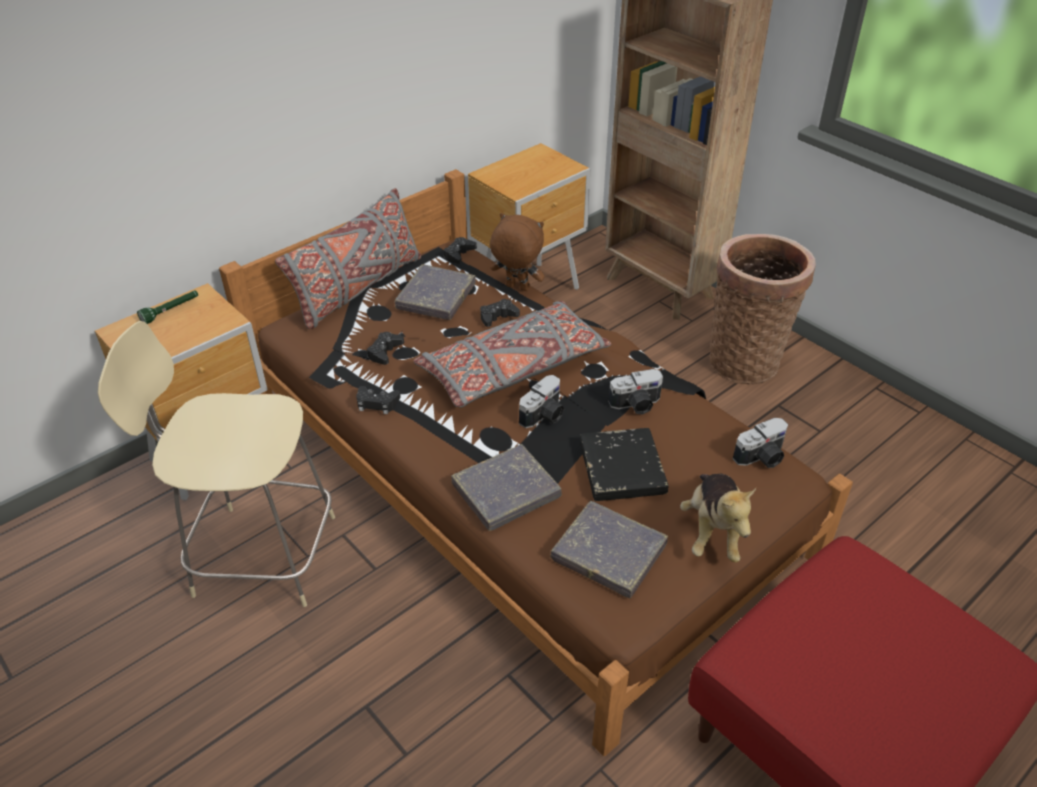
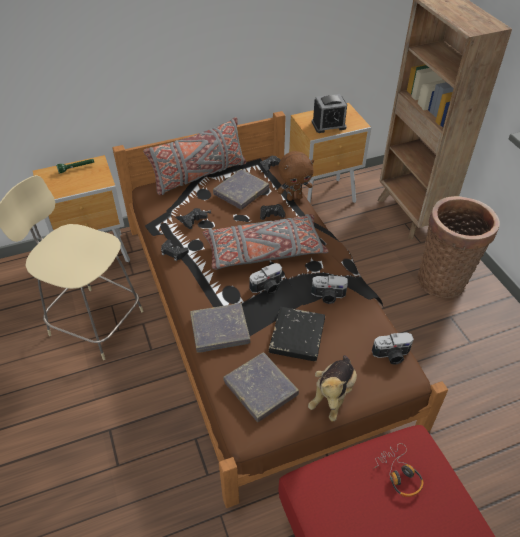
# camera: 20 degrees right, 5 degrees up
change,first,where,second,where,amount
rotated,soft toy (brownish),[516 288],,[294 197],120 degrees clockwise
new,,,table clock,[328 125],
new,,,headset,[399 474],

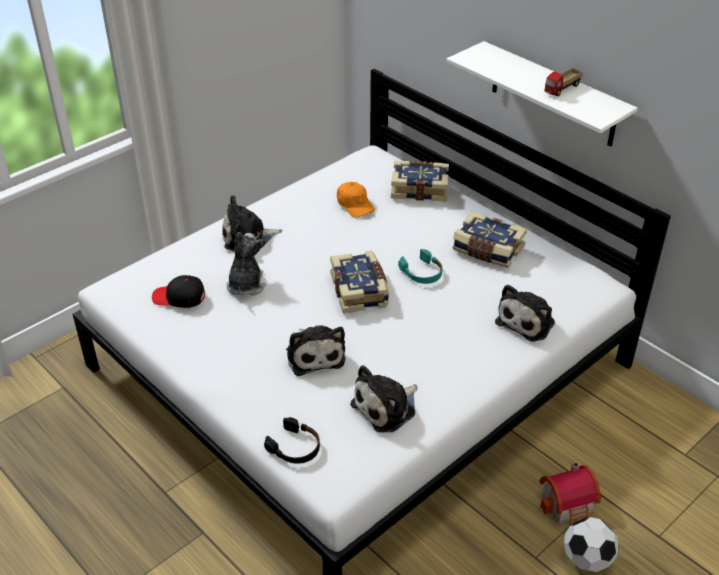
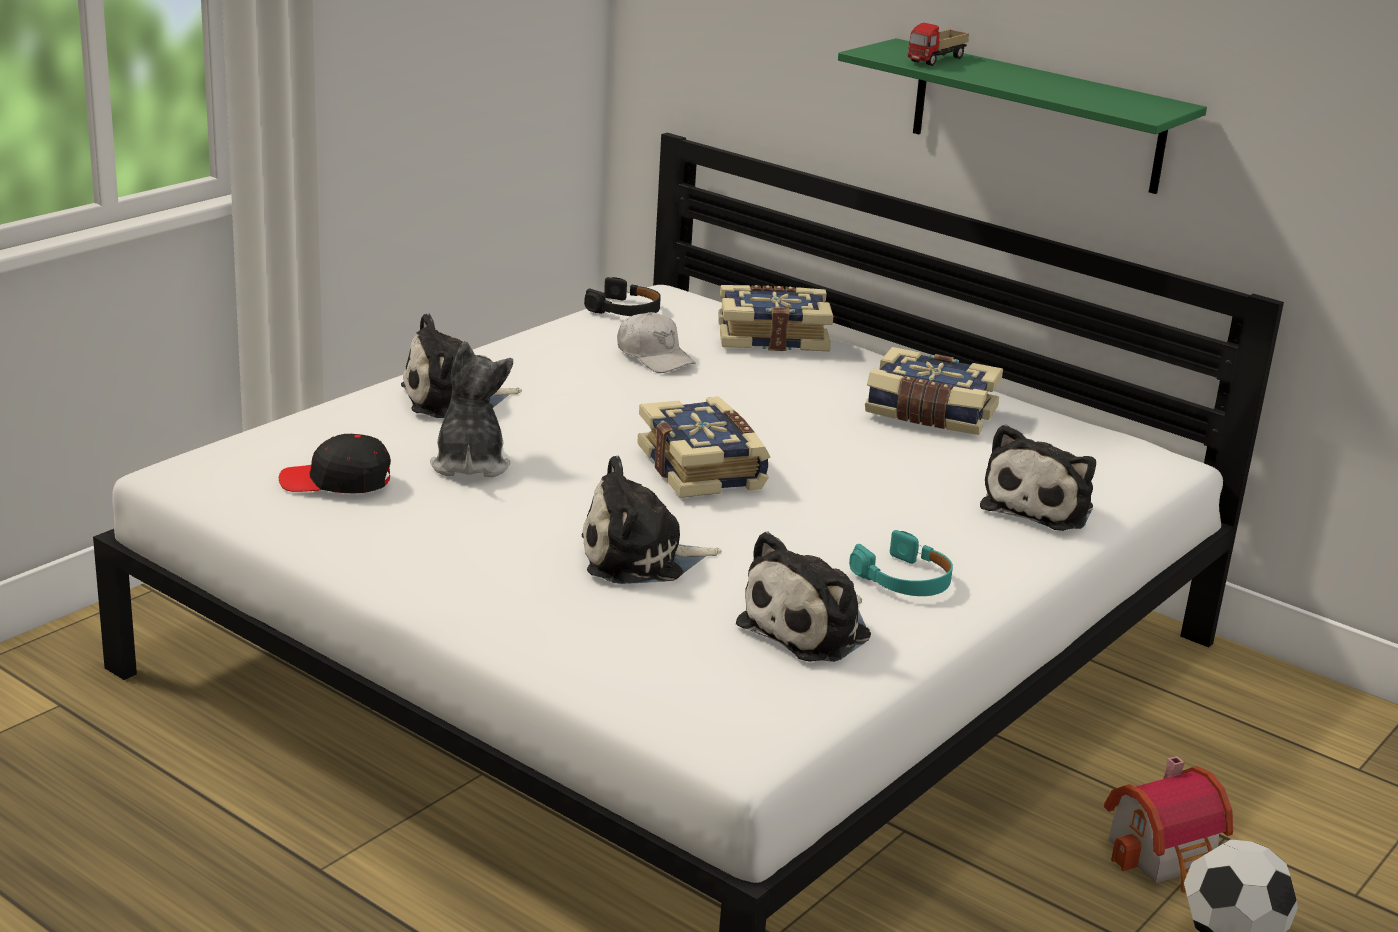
# camera: 10 degrees left, 15 degrees down
change,first,where,second,where,amount
rotated,soft toy,[314 355],,[640 558],105 degrees clockwise
shifted,headset (black),[295 447],,[625 310],
repainted,cap (orange-coloured),[355 205],cap (white-coloured),[654 357],
repainted,wall shelf (white-coloured),[553 95],wall shelf (greenish),[1037 116],
shifted,headset (turquoise),[422 273],,[904 579],
shifted,toy truck,[562 89],,[936 60],

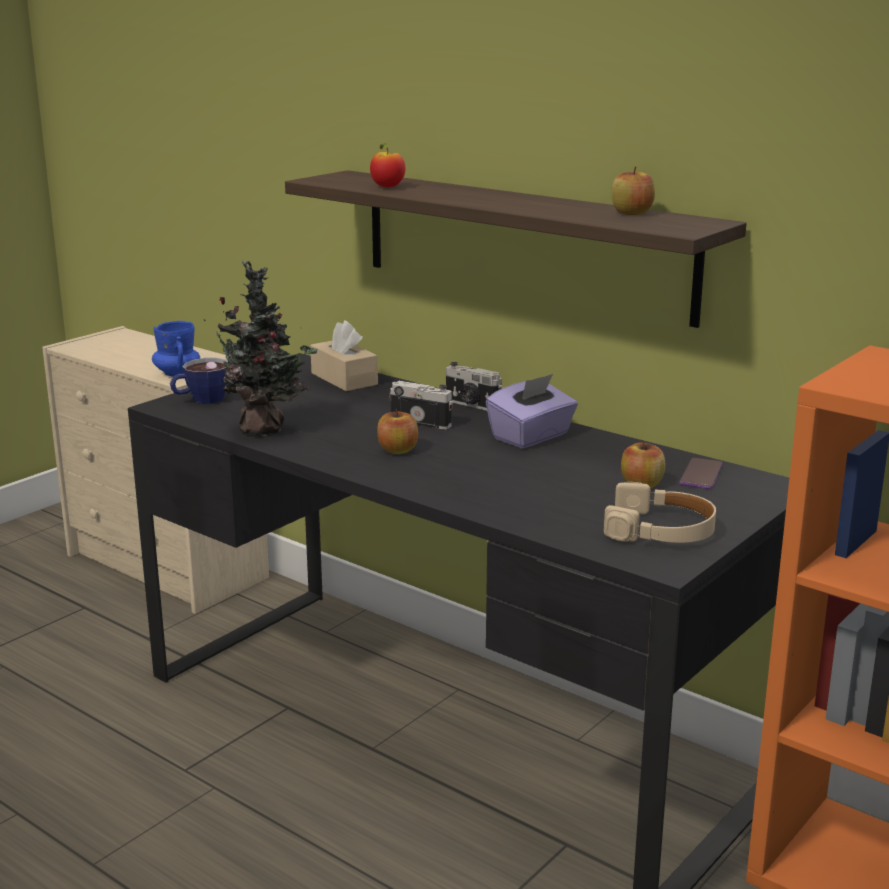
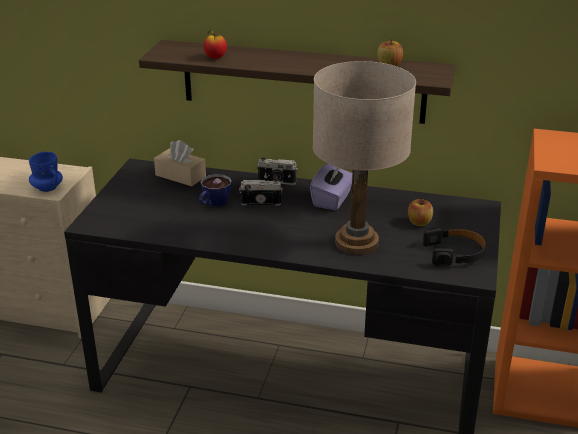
# camera: 25 degrees left, 10 degrees up
change,first,where,second,where,amount
shifted,cup,[201 400],,[213 204],
new,,,table lamp (beige-coloured),[356 242],
repainted,headset (beige-coloured),[660 530],headset (black),[455 253],
gone,plant in a pot,[266 430],,,
gone,apple fruit,[398 450],,,
gone,telephone,[701 475],,,

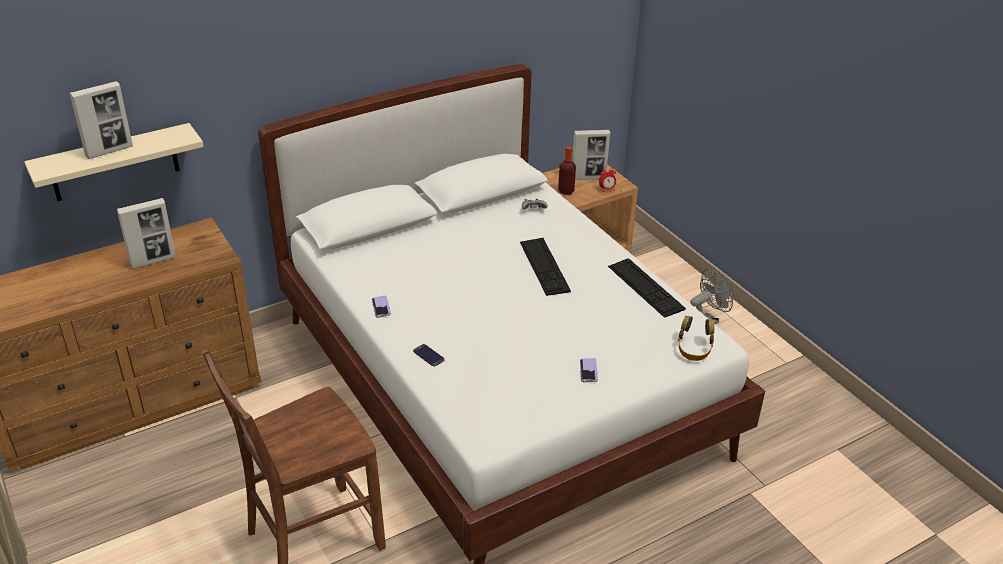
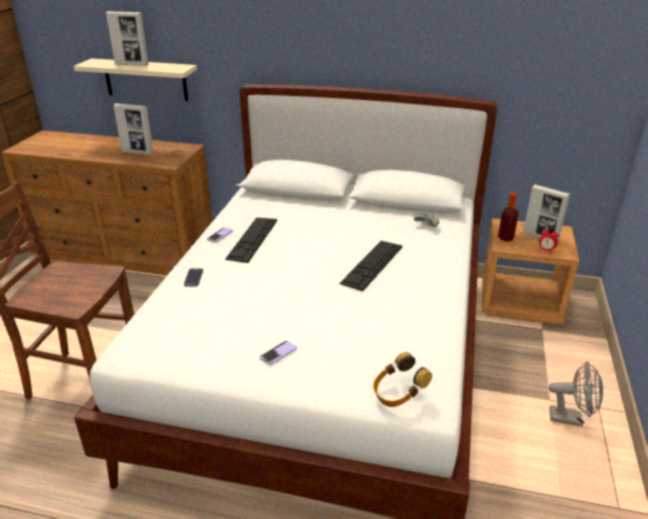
# camera: 45 degrees right, 5 degrees down
change,first,where,second,where,amount
shifted,computer keyboard,[645 287],,[252 239],

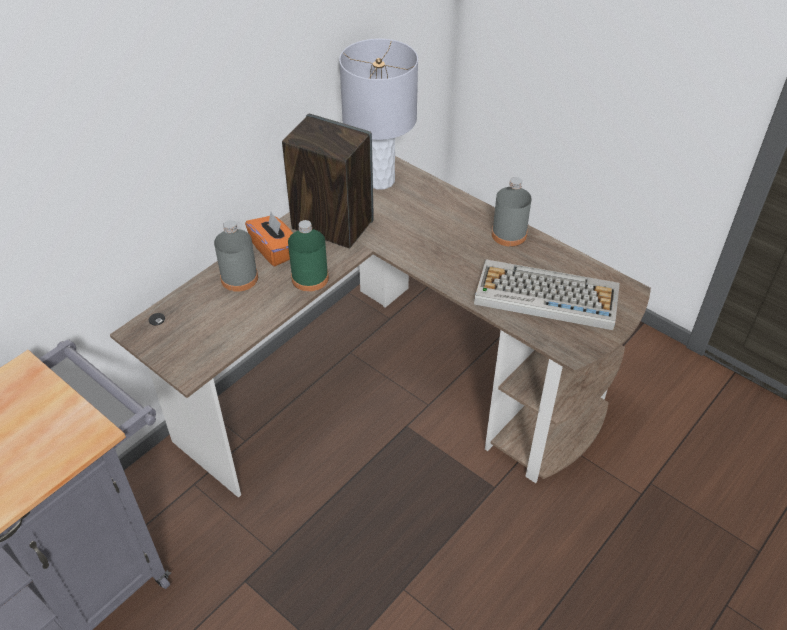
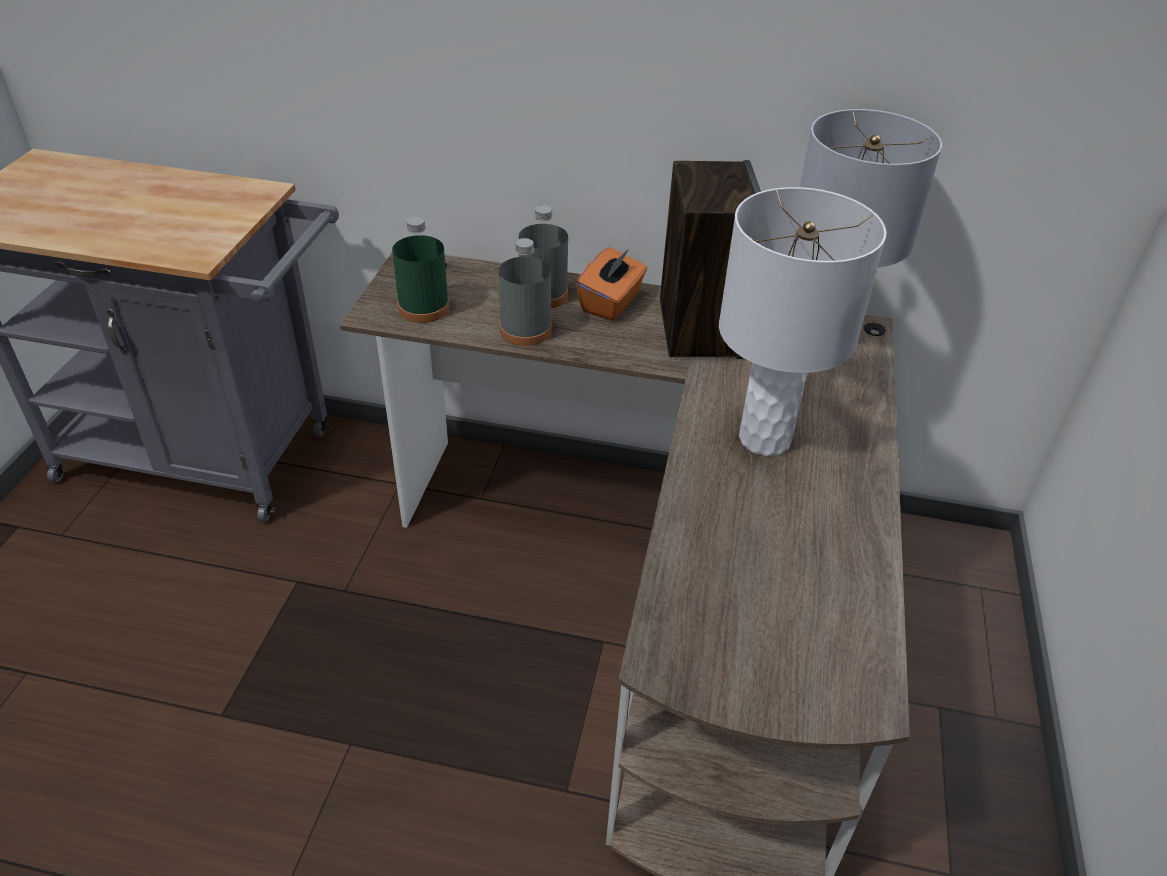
# camera: 60 degrees right, 5 degrees down
change,first,where,second,where,amount
shifted,drink bottle (greenish),[310 278],,[423 308],
shifted,drink bottle (greyish),[509 234],,[525 330],
new,,,table lamp (white-coloured),[764 439],
gone,computer keyboard,[545 296],,,

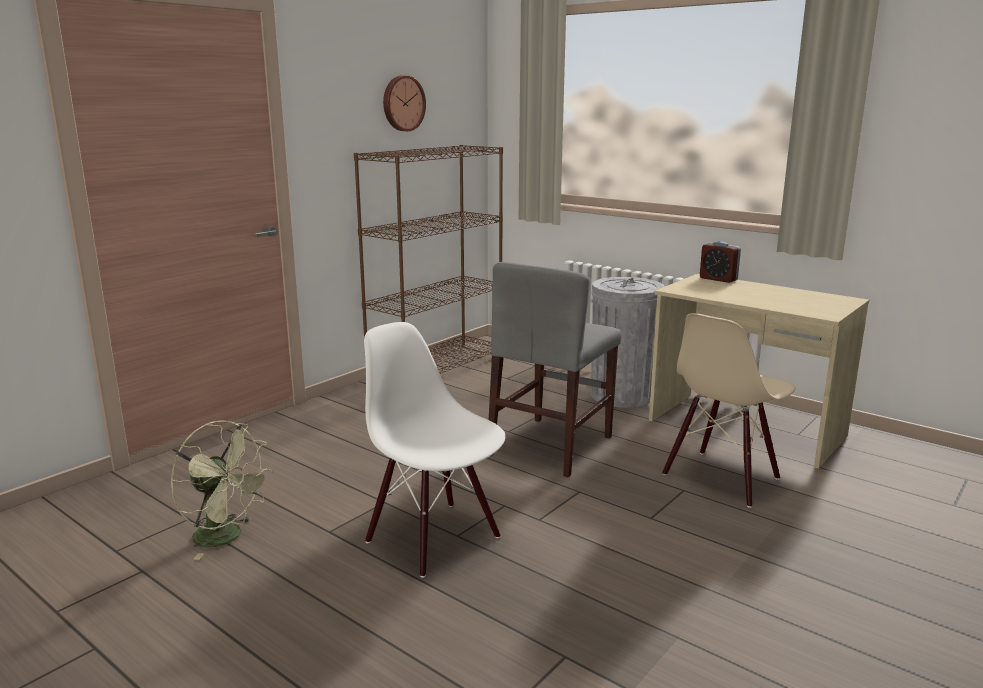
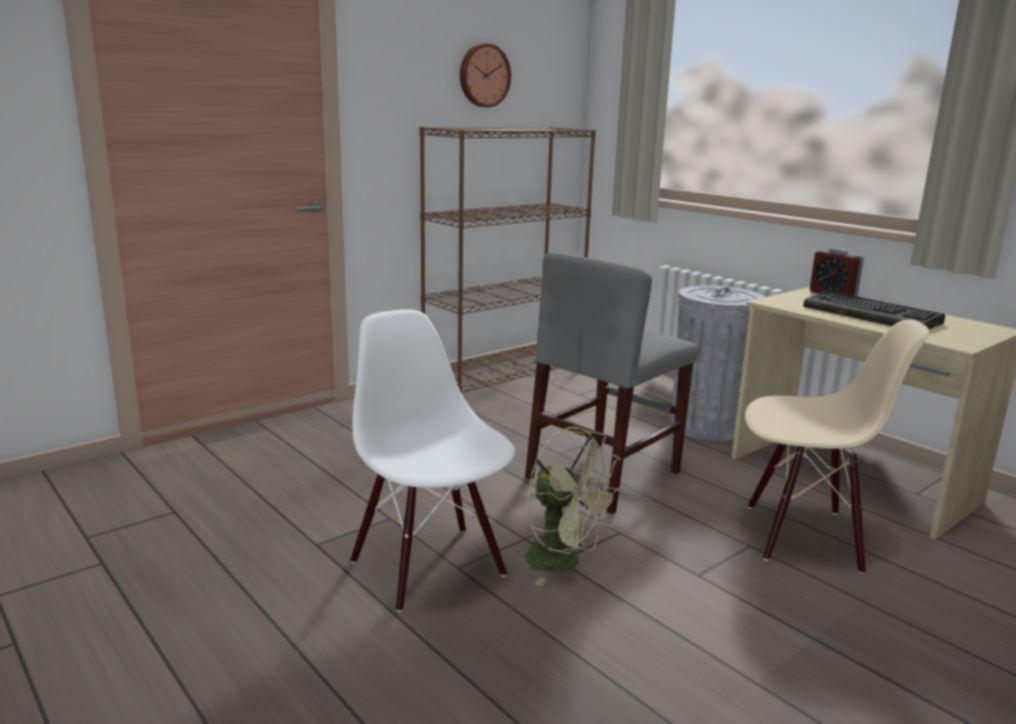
# camera: 10 degrees right, 0 degrees up
change,first,where,second,where,amount
shifted,fan (greenish),[226 538],,[564 563],
rotated,plain chair (beige-coloured),[721 477],,[803 536],135 degrees counterclockwise
new,,,computer keyboard,[872 315],

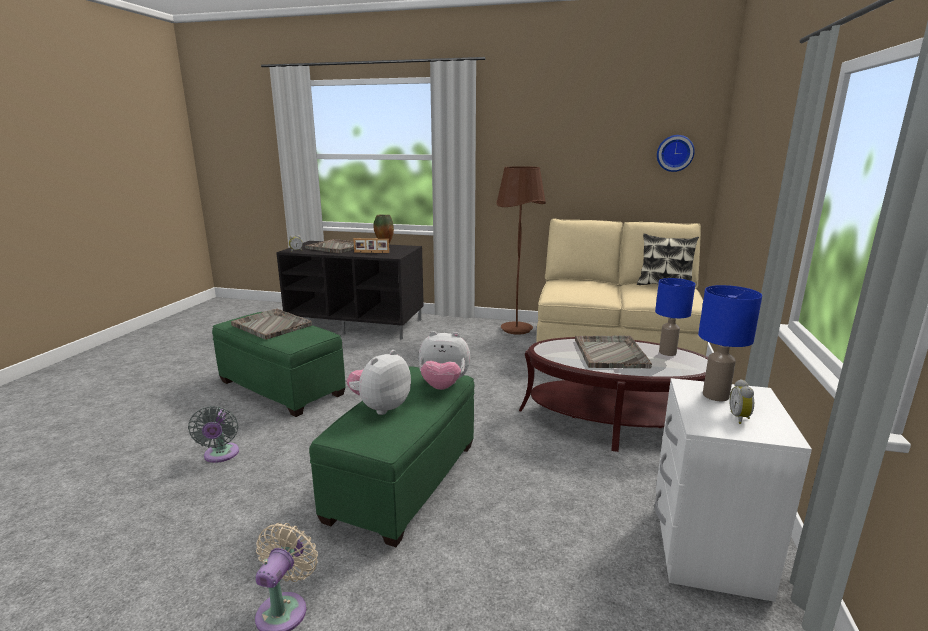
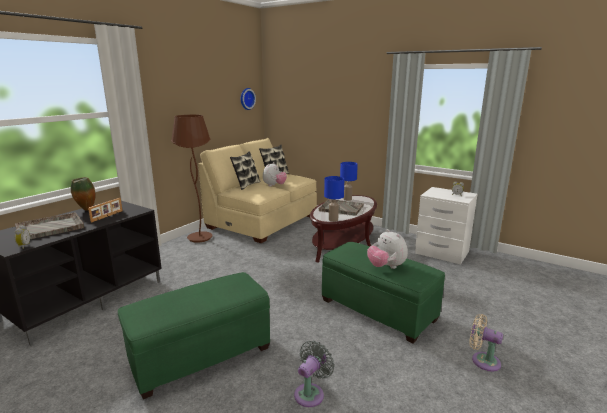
# camera: 70 degrees left, 0 degrees up
change,first,where,second,where,amount
new,,,pillow,[246 185],
shifted,soft toy,[443 386],,[274 185],
rotated,fan (greyish),[221 455],,[311 393],60 degrees counterclockwise
shifted,table lamp (blue-coloured),[714 395],,[333 220],
gone,serving tray (greyish),[271 325],,,

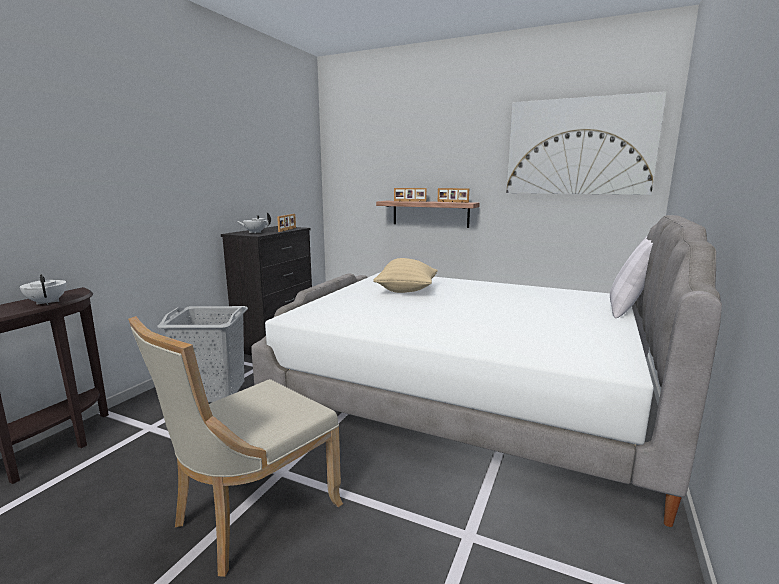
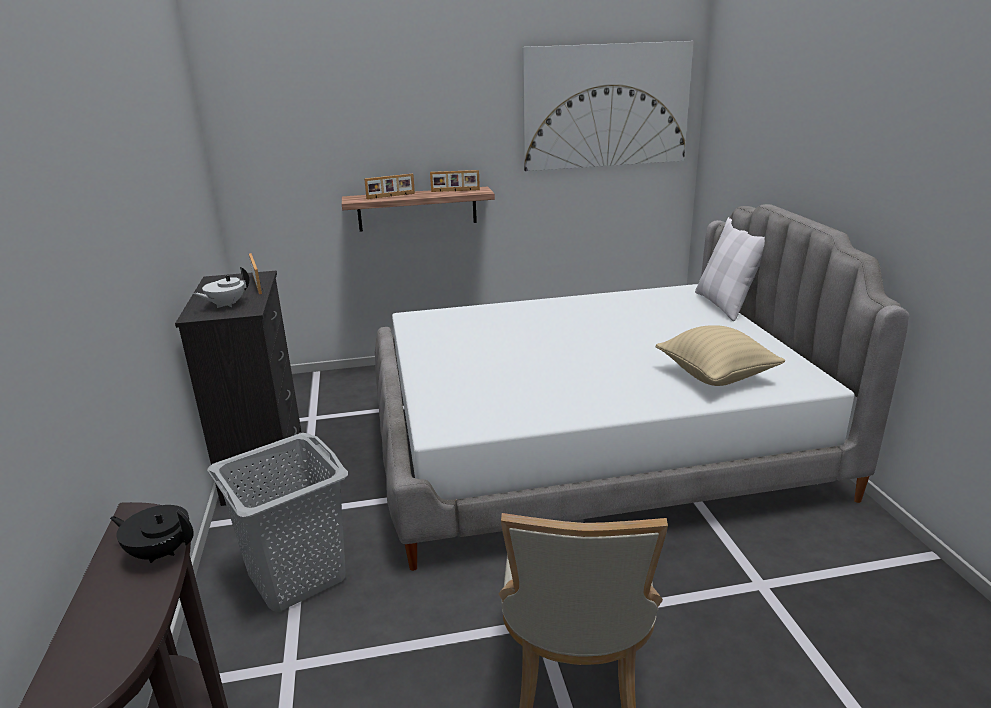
# camera: 35 degrees left, 10 degrees up
change,first,where,second,where,amount
repainted,pot for tea (white-coloured),[47 302],pot for tea (black),[160 552],
shifted,pillow (beige-coloured),[406 291],,[715 376],

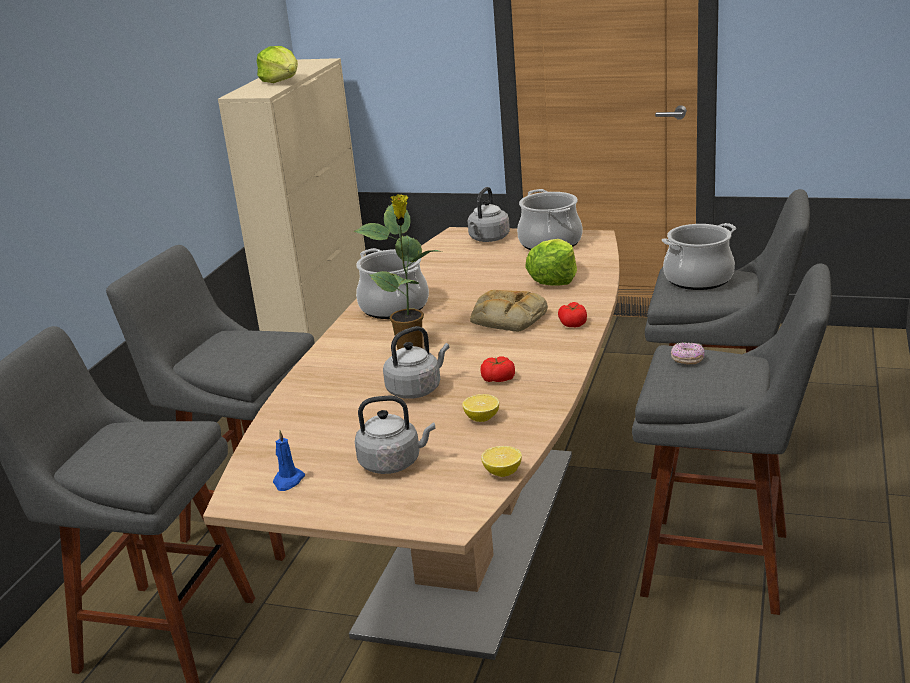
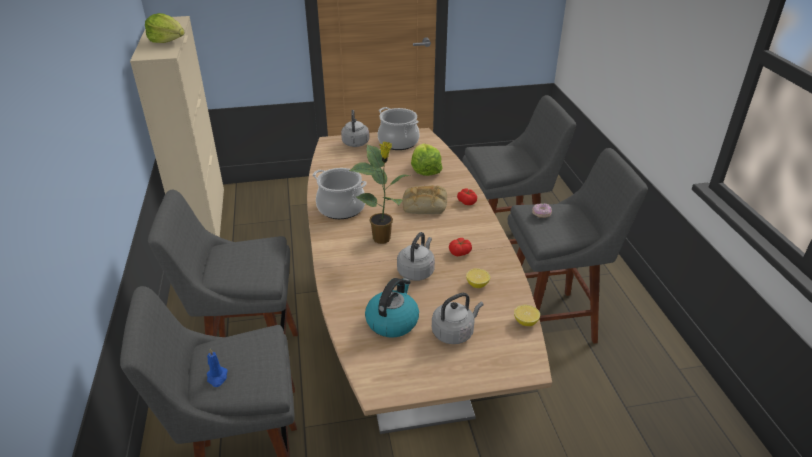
# camera: 30 degrees left, 10 degrees up
change,first,where,second,where,amount
shifted,wax light (blue-coloured),[288 481],,[217 377],
new,,,water kettle,[392 321],
gone,saucepot,[698 279],,,

